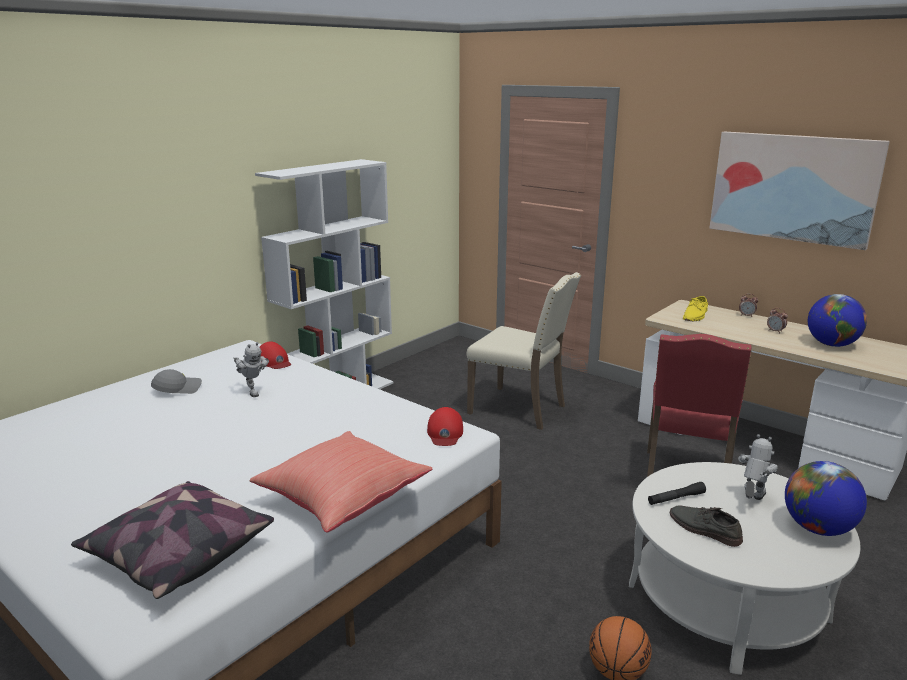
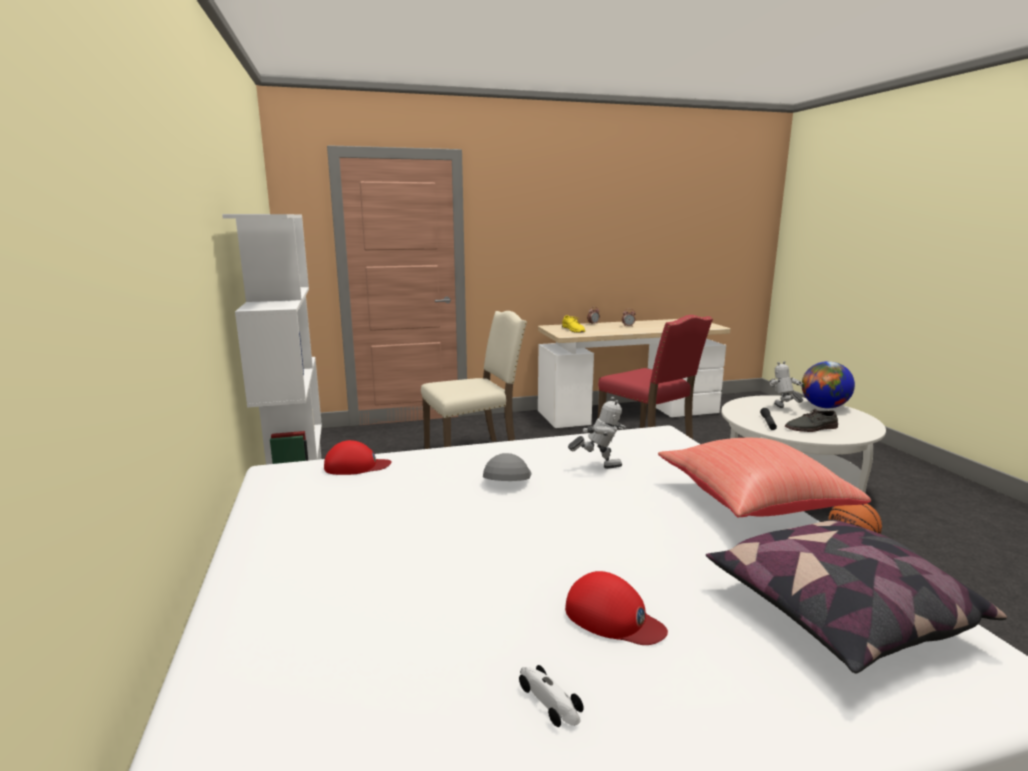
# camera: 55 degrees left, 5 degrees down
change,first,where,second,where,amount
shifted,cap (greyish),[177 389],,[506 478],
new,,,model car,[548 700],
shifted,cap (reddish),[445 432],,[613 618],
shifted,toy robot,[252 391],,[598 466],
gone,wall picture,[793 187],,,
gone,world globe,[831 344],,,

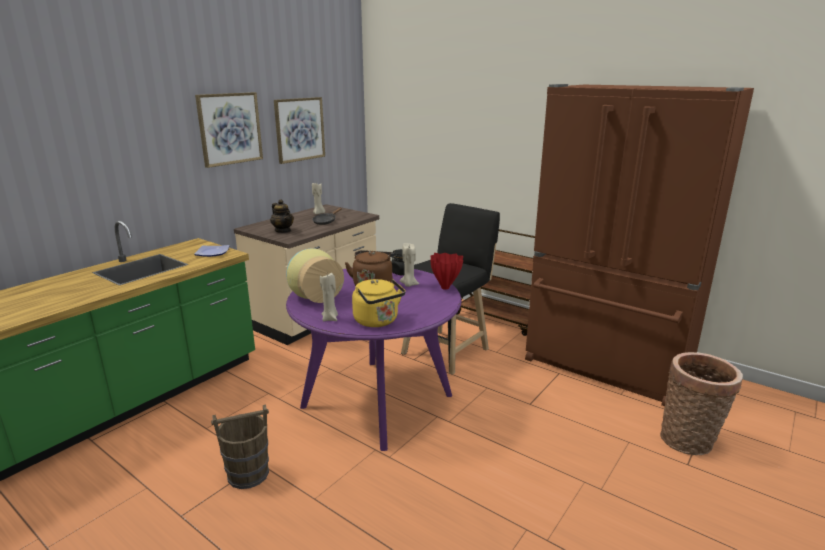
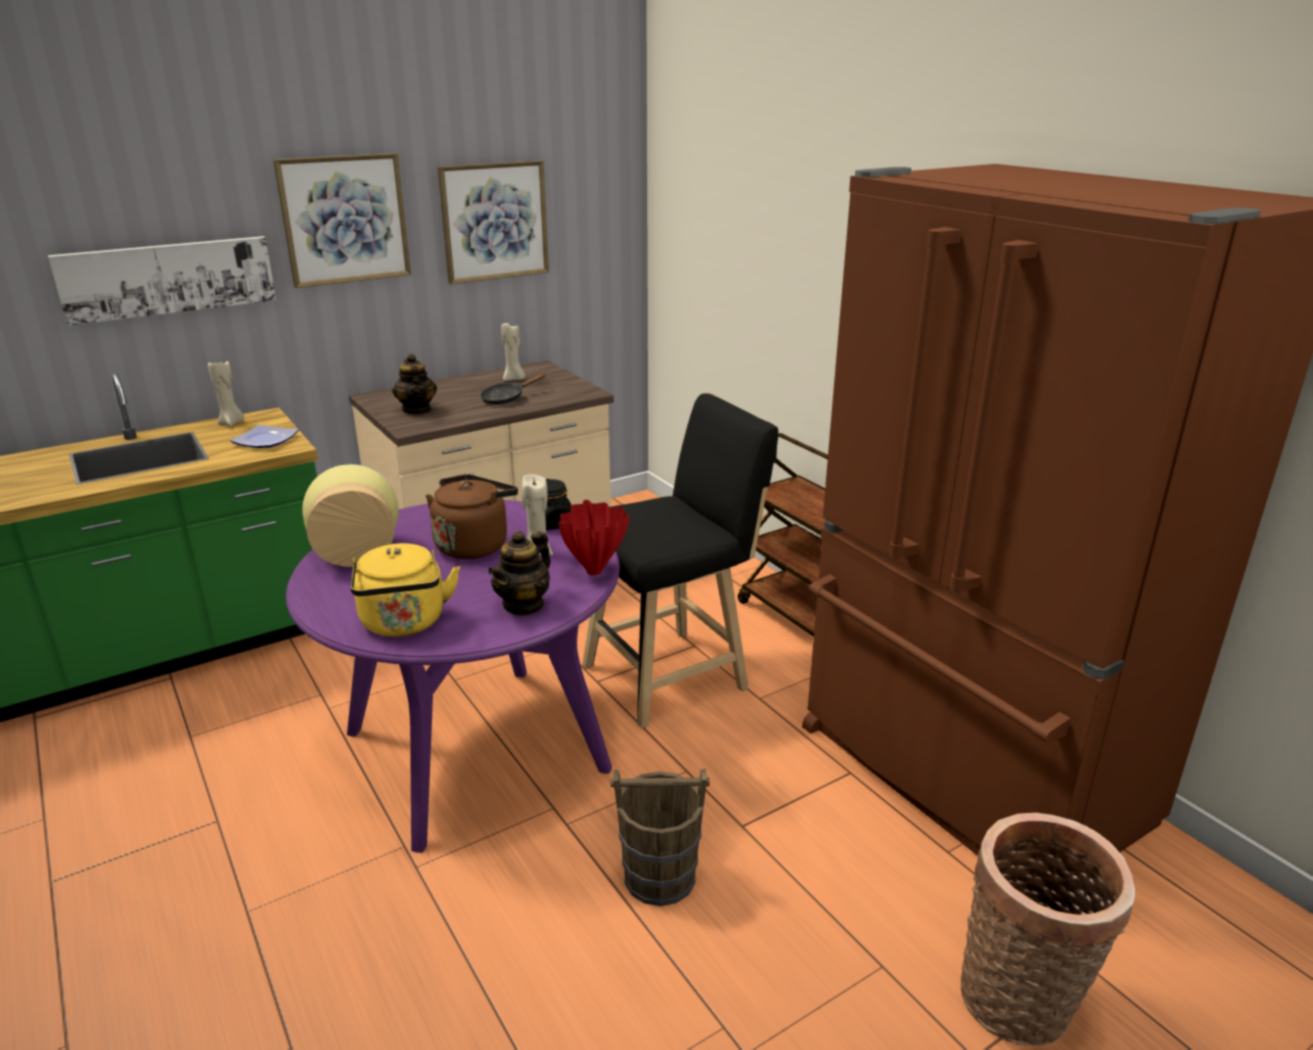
# camera: 20 degrees right, 5 degrees up
change,first,where,second,where,amount
new,,,wall picture,[168 278],
shifted,wax light (beige-coloured),[330 318],,[231 423],
new,,,pot for tea,[524 605],
shifted,pail (brownish),[247 474],,[659 877],

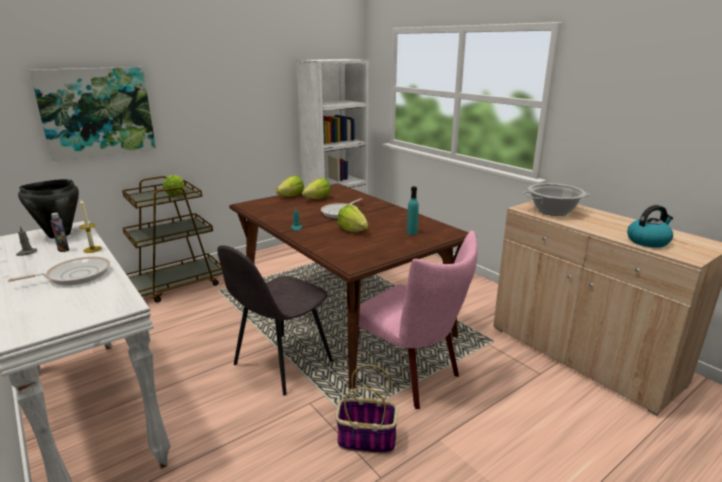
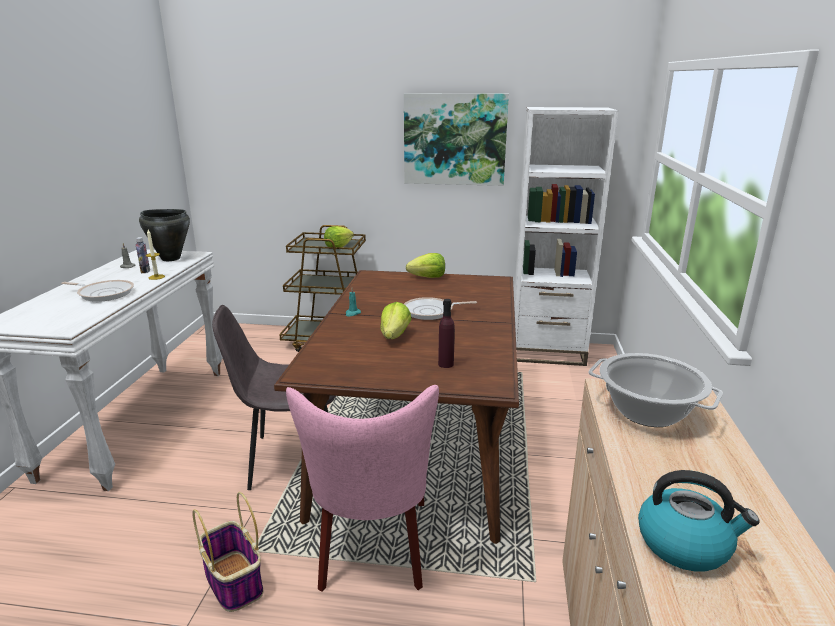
# camera: 45 degrees right, 0 degrees up
change,first,where,second,where,amount
shifted,wall picture,[97 112],,[454 139],
repainted,drink bottle (turquoise),[412 233],drink bottle (purple),[446 364],
gone,lettuce,[317 199],,,

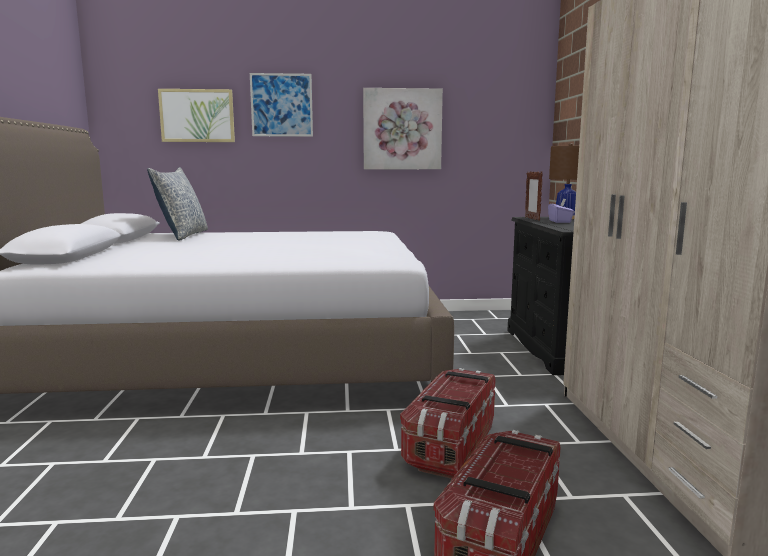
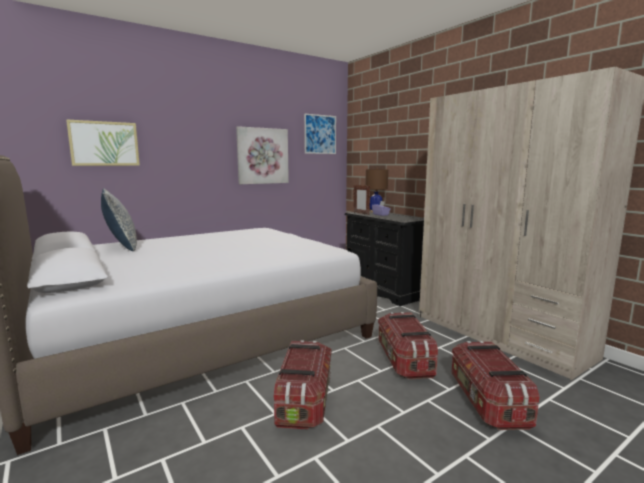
# camera: 30 degrees left, 0 degrees up
change,first,where,second,where,amount
new,,,storage container,[305 400],
shifted,wall picture,[281 105],,[320 134],

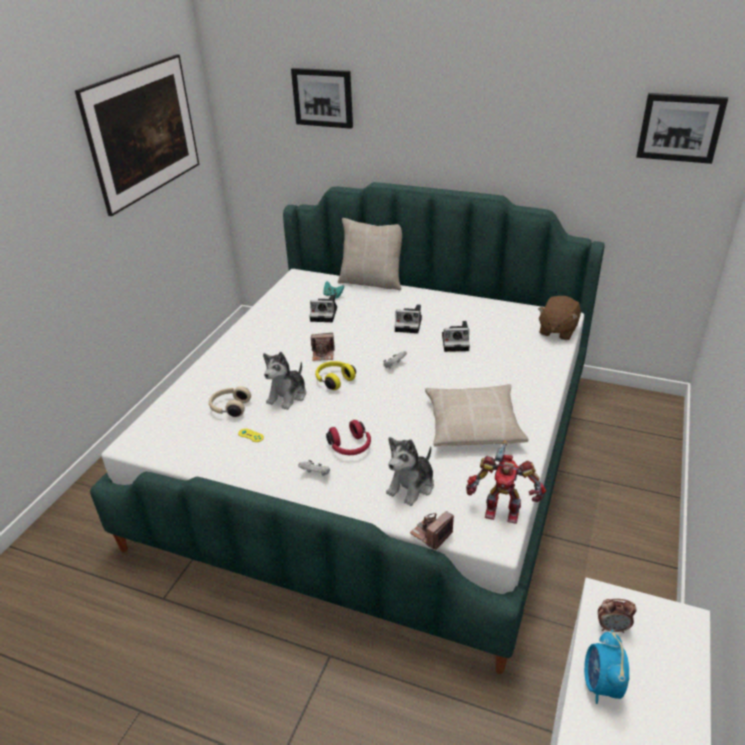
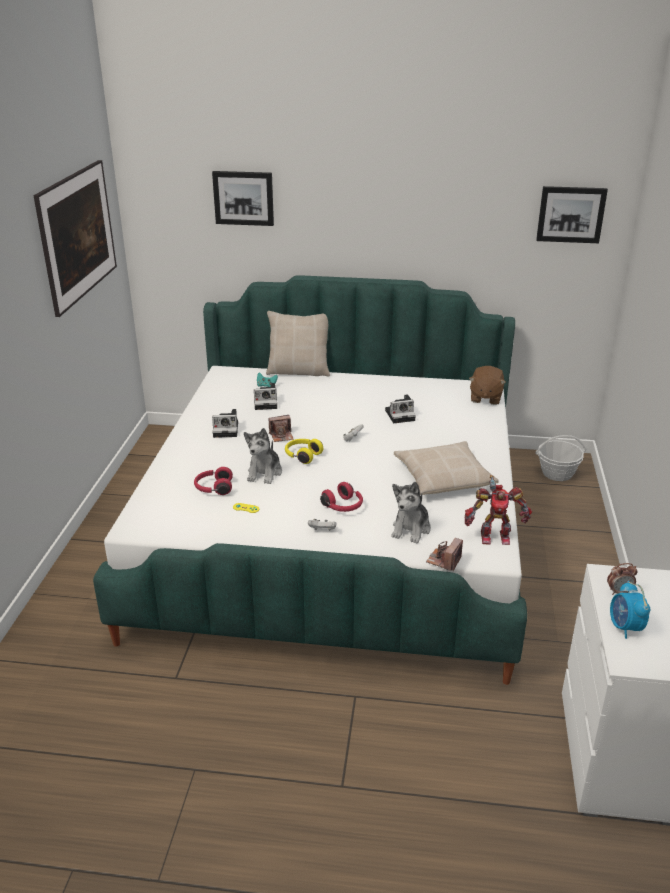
# camera: 15 degrees left, 5 degrees down
change,first,where,second,where,amount
repainted,headset (beige-coloured),[230 408],headset (reddish),[213 488],
shifted,photo camera,[409 324],,[227 429],
new,,,basket,[557 473],

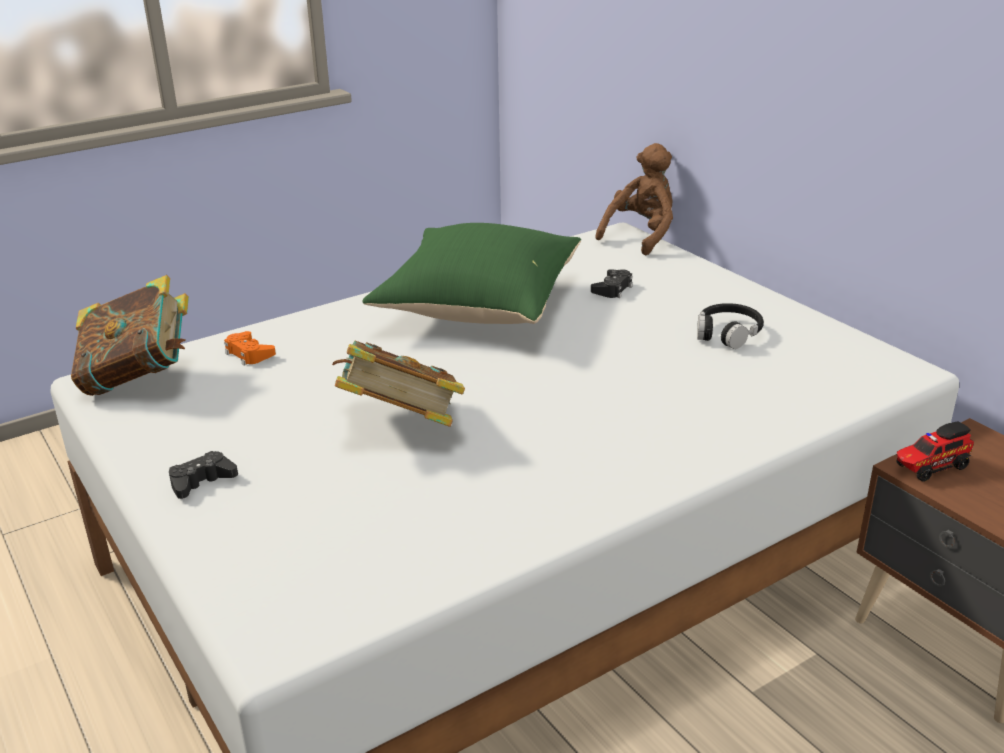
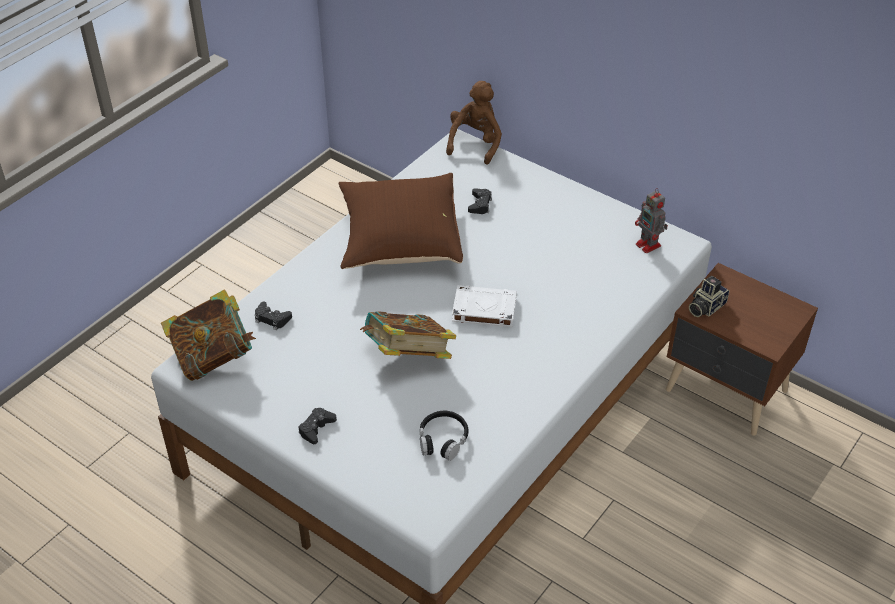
# camera: 20 degrees left, 15 degrees up
change,first,where,second,where,amount
repainted,gamepad (orange-coloured),[249 354],gamepad (black),[272 319],
repainted,pillow (greenish),[478 306],pillow (brownish),[399 240],
shifted,headset (black),[727 333],,[443 440],
new,,,book (white-coloured),[483 309],
new,,,toy robot,[649 246],
swapped,toy truck,[929 467],photo camera,[705 307],

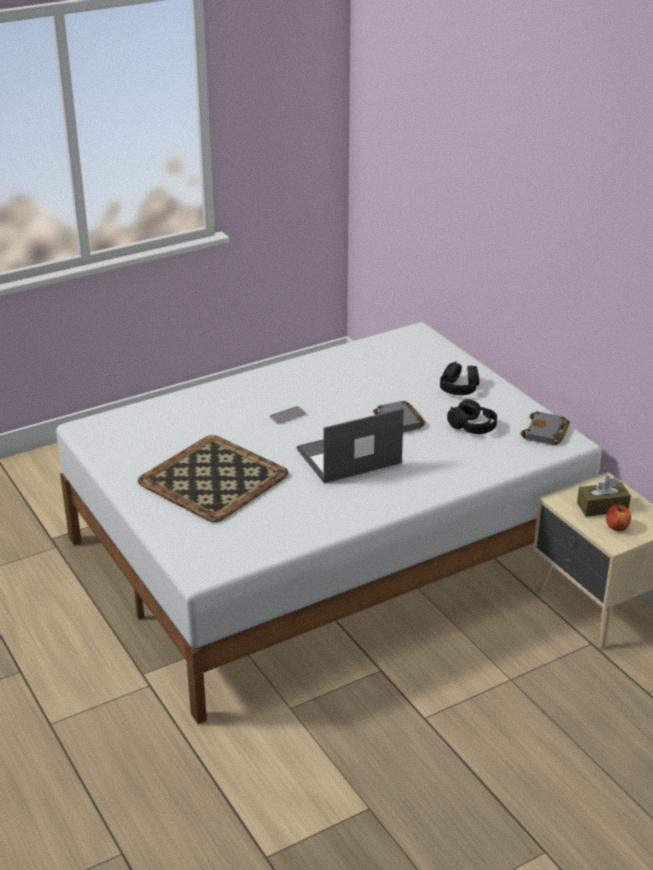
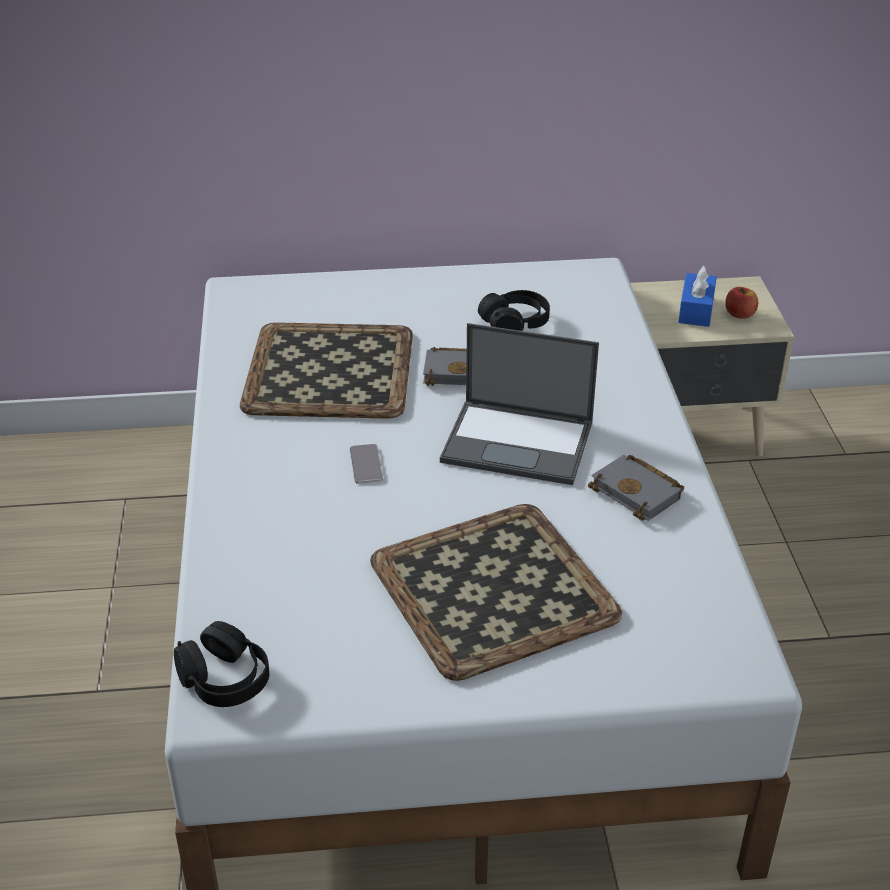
# camera: 65 degrees left, 5 degrees up
change,first,where,second,where,amount
shifted,headset (black),[459 388],,[224 679],
new,,,serving tray,[331 372],
rotated,portable computer,[348 457],,[519 442],75 degrees counterclockwise
shifted,book (greyish),[546 433],,[639 493],
repainted,tissue box (brownish),[602 507],tissue box (blue-coloured),[696 310],

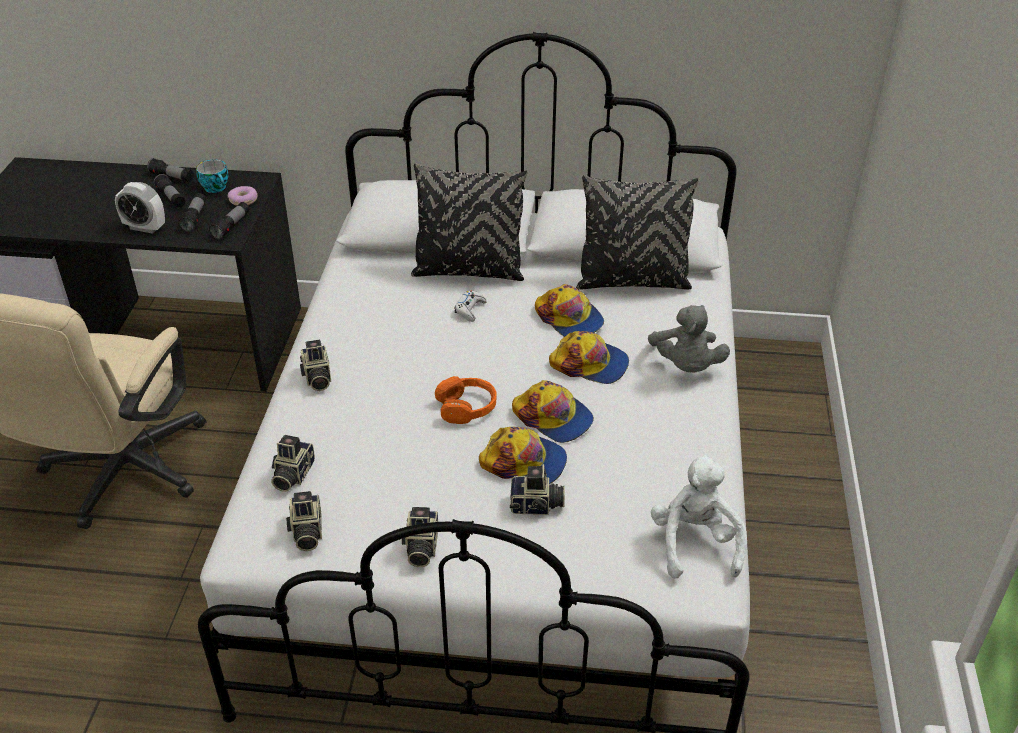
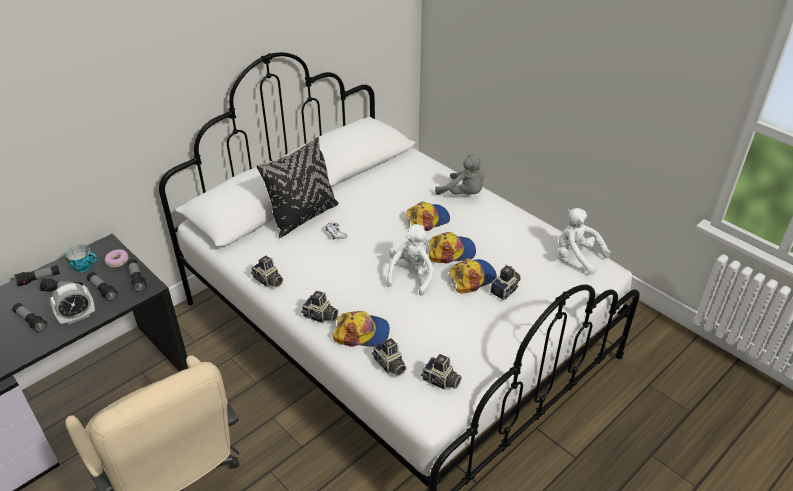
# camera: 50 degrees left, 0 degrees up
change,first,where,second,where,amount
new,,,hand torch,[31 321],
shifted,photo camera,[420 547],,[268 281],
shifted,cap,[569 319],,[362 333],
swapped,headset (orange-coloured),[467 407],soft toy (white-coloured),[411 275],
gone,pillow (black),[632 281],,,

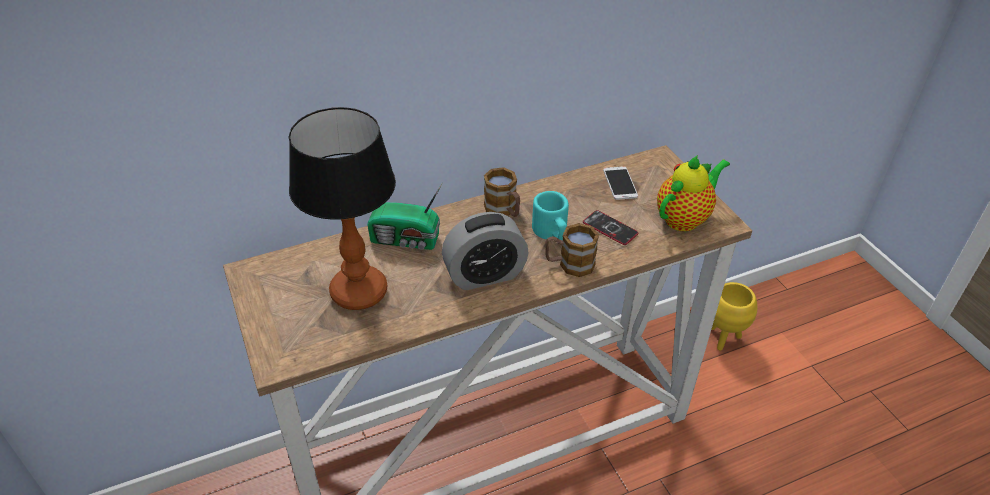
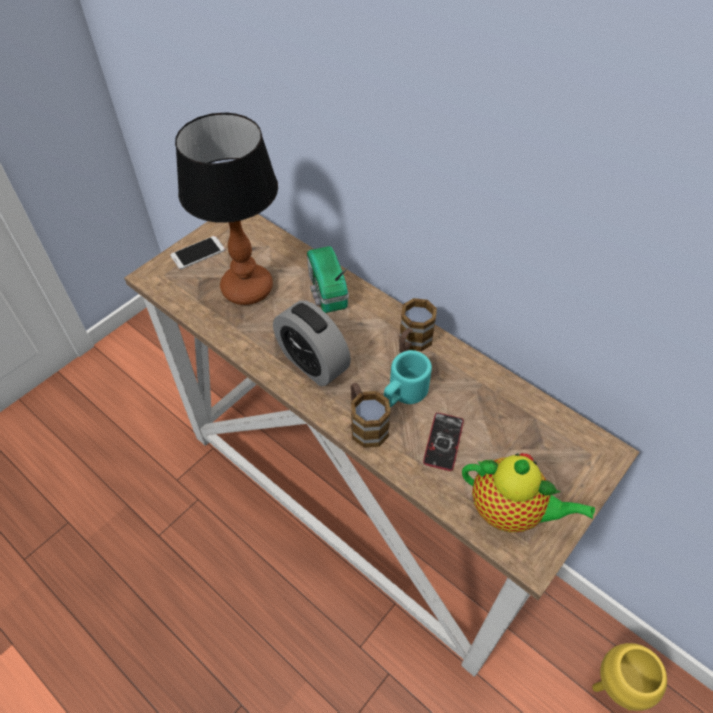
# camera: 65 degrees right, 10 degrees up
change,first,where,second,where,amount
shifted,telephone,[620 183],,[198 253],

